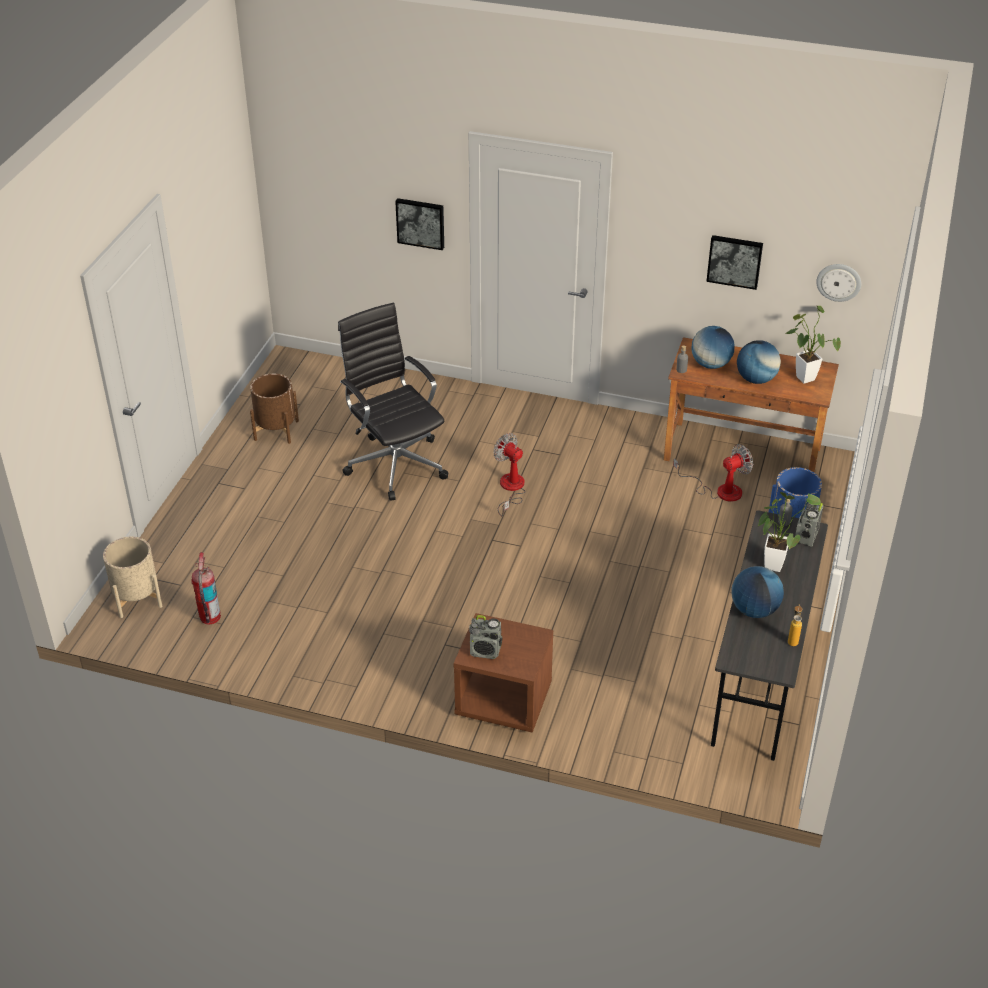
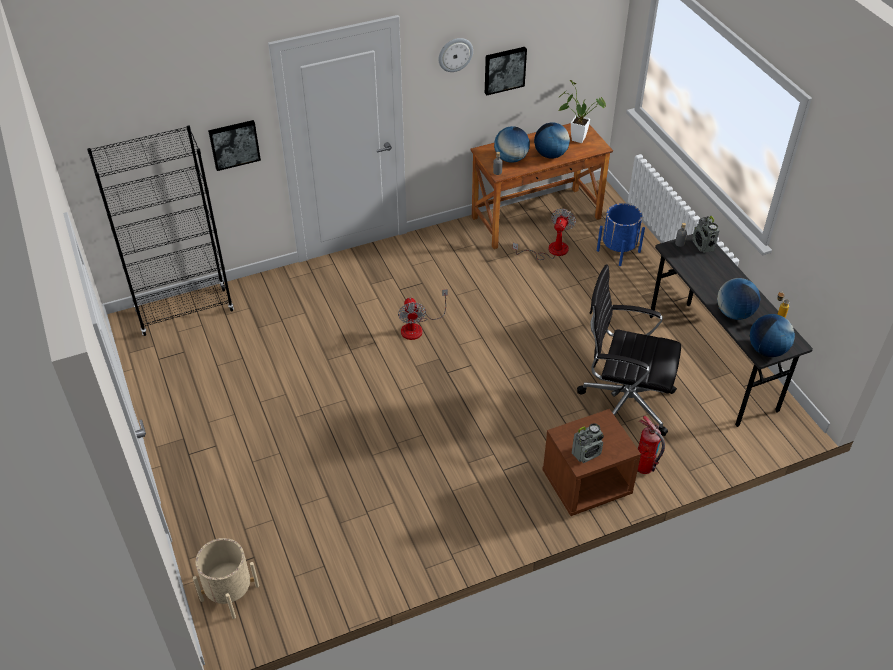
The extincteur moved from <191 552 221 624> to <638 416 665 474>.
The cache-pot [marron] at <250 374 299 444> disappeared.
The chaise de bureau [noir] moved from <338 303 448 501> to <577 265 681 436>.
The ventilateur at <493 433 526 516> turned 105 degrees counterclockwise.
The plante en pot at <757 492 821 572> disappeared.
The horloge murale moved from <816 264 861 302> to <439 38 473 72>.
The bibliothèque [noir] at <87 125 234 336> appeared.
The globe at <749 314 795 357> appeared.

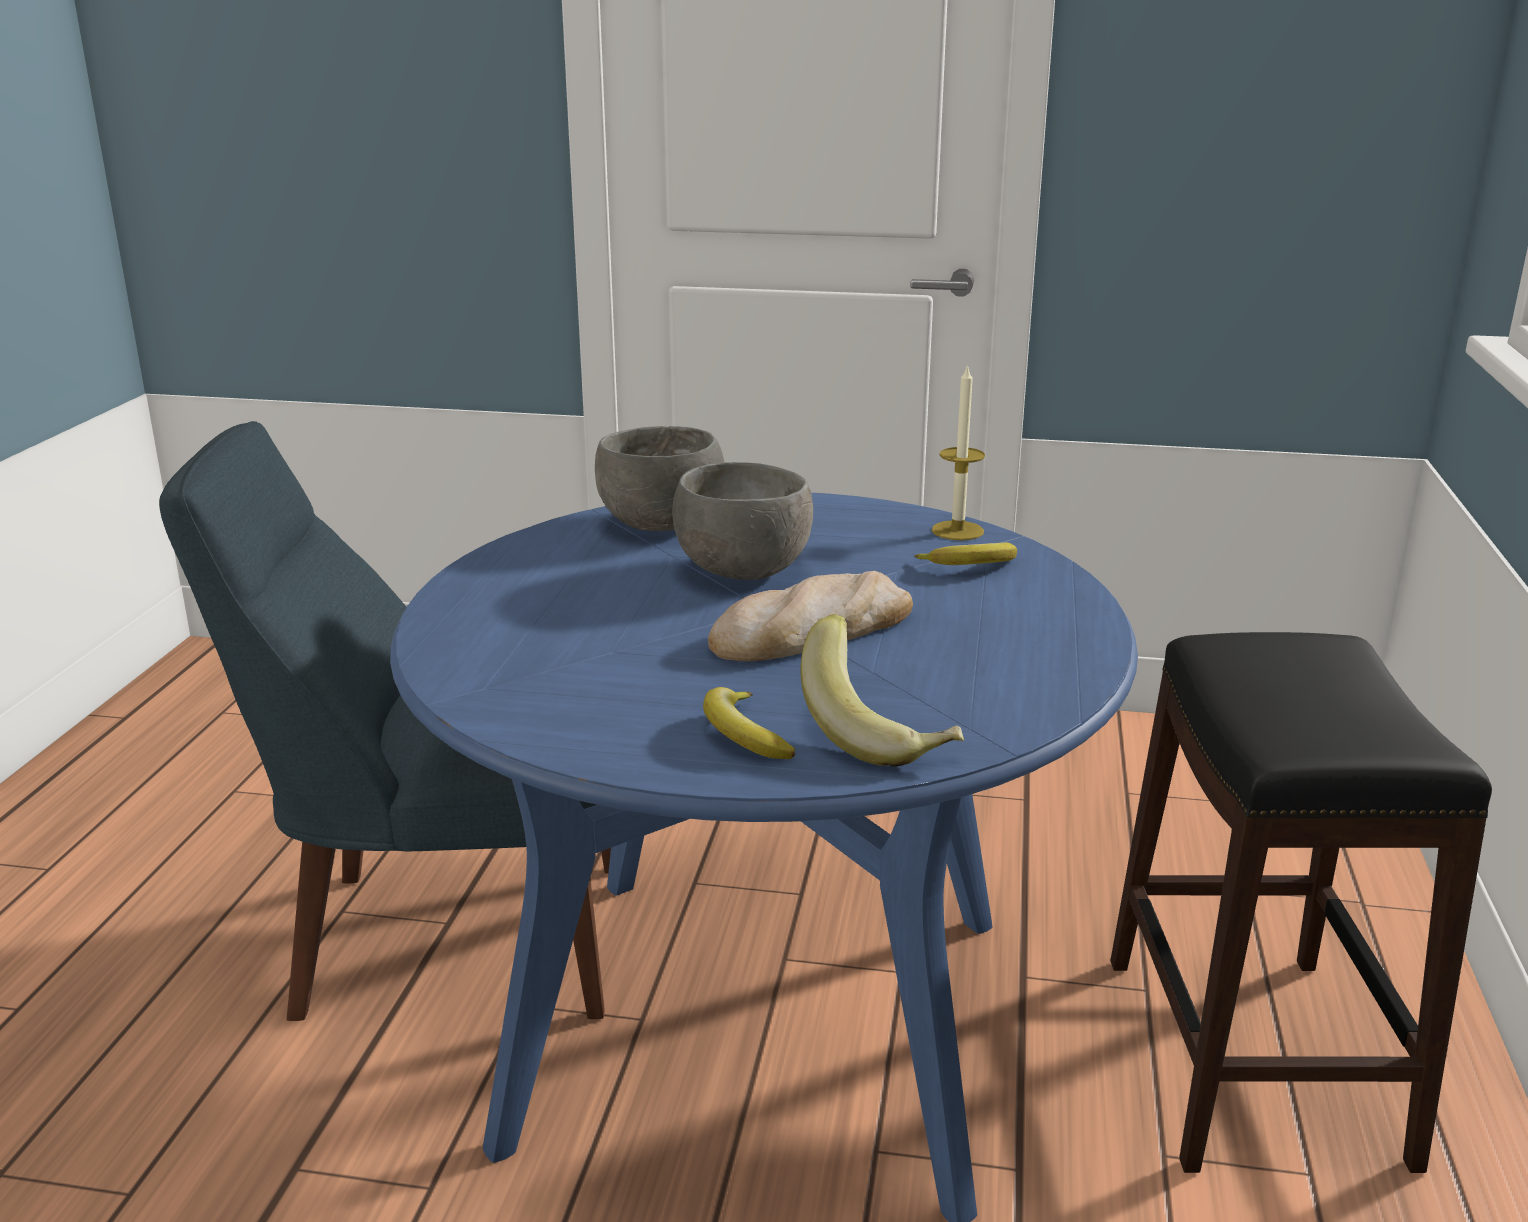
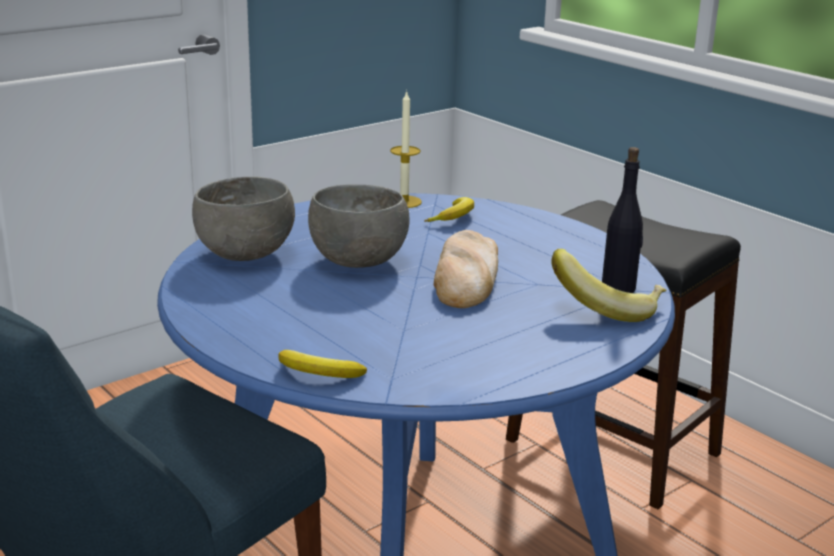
The banane moved from <703 687 795 759> to <278 350 367 378>.
The bouteille [noir] at <602 147 643 293> appeared.

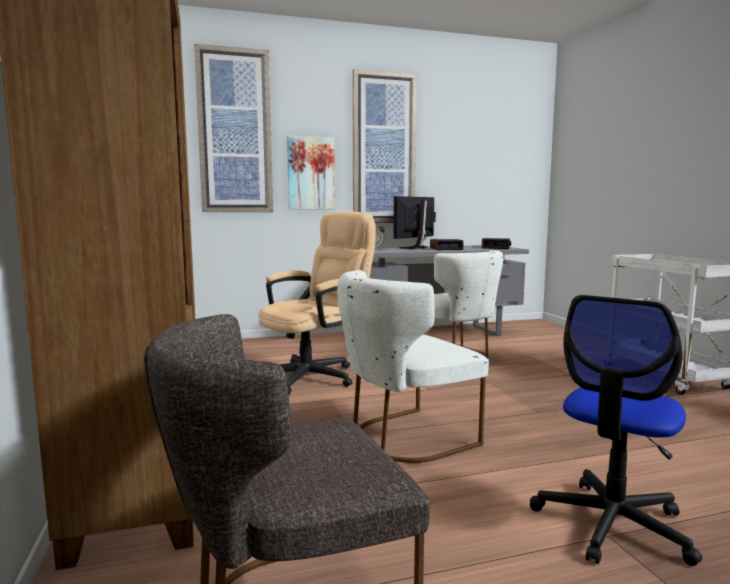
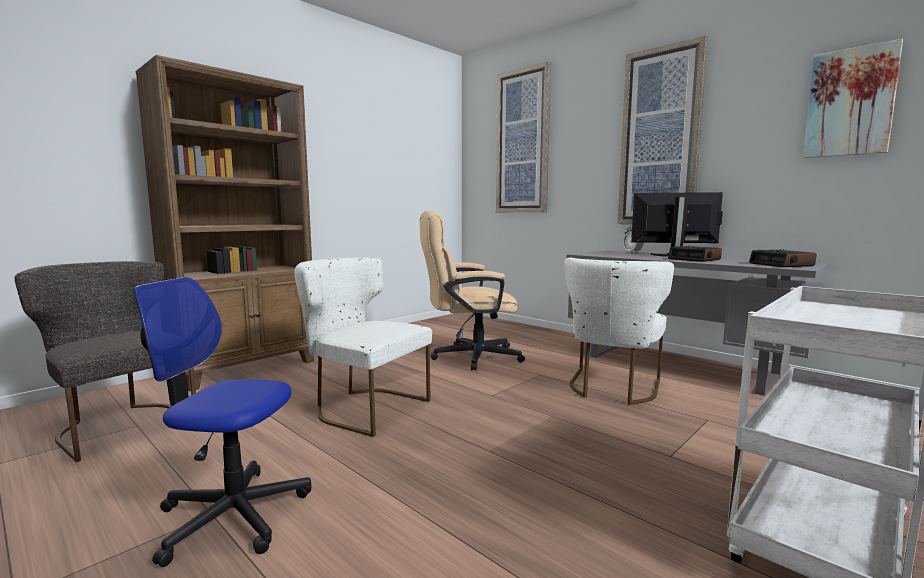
The chaise de bureau [beige] at <258 211 376 395> turned 150 degrees clockwise.
The tableau moved from <287 136 335 209> to <803 39 903 158>.

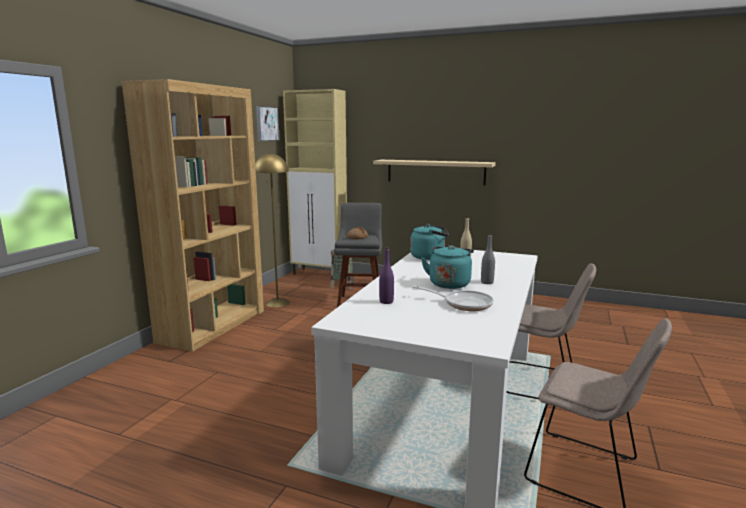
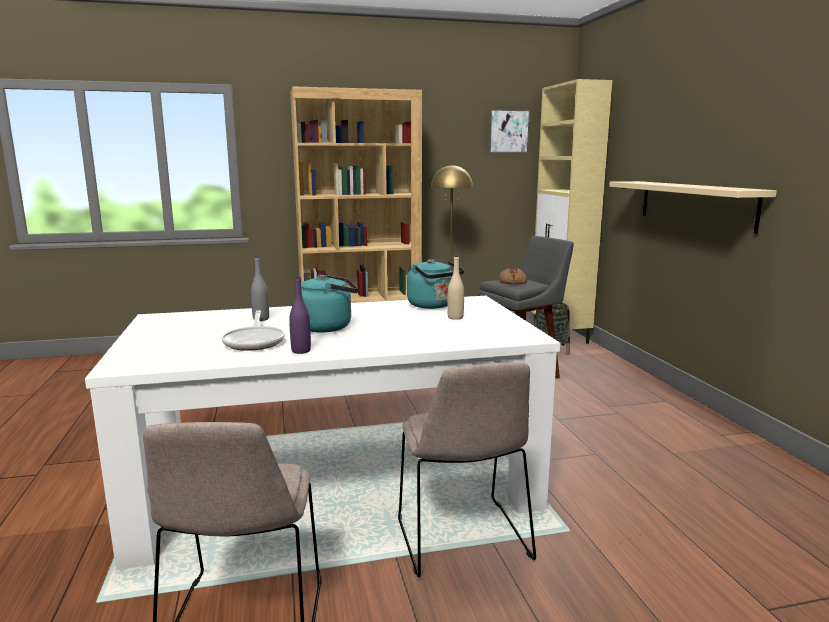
The bouteille [violet] moved from <379 247 394 304> to <289 276 311 354>.
The bouteille [gris] moved from <481 234 495 284> to <251 256 269 321>.

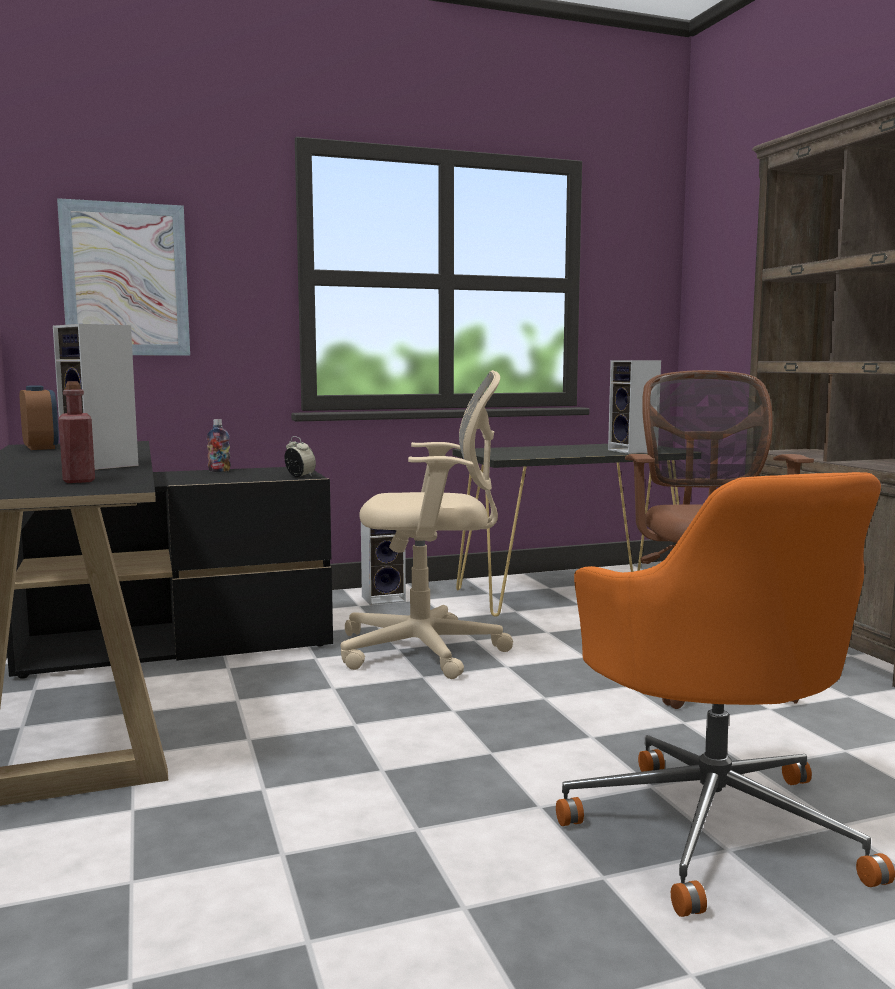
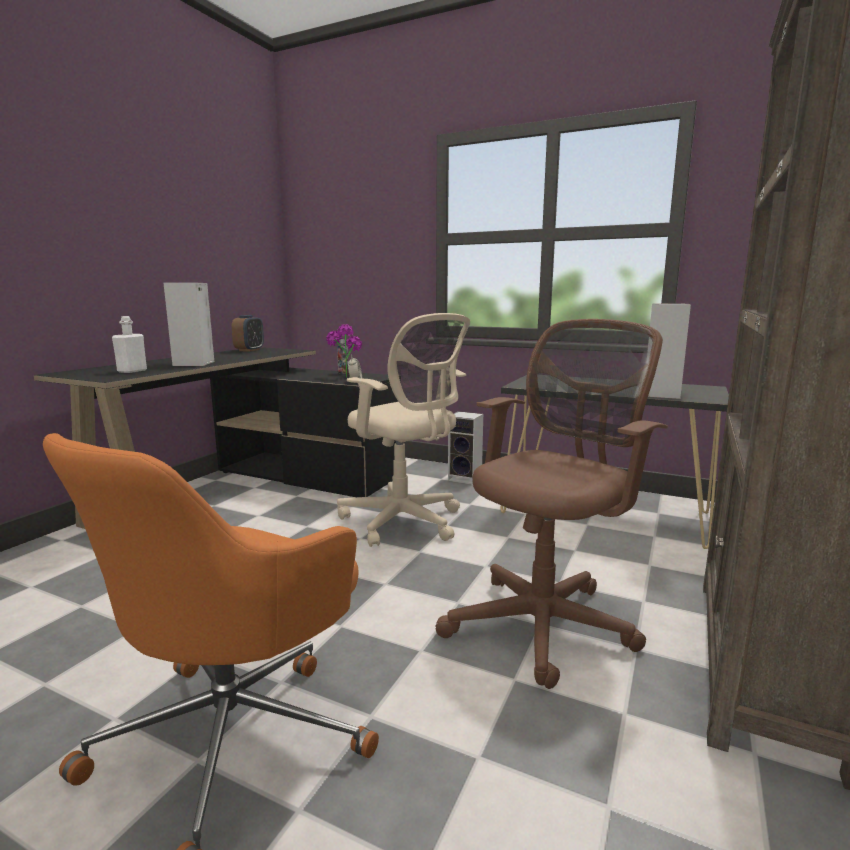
The tableau at <57 198 190 355> disappeared.
The bouteille [rouge] at <59 381 95 483> became the bouteille [blanc] at <112 316 147 373>.
The plante en pot at <326 324 362 378> appeared.

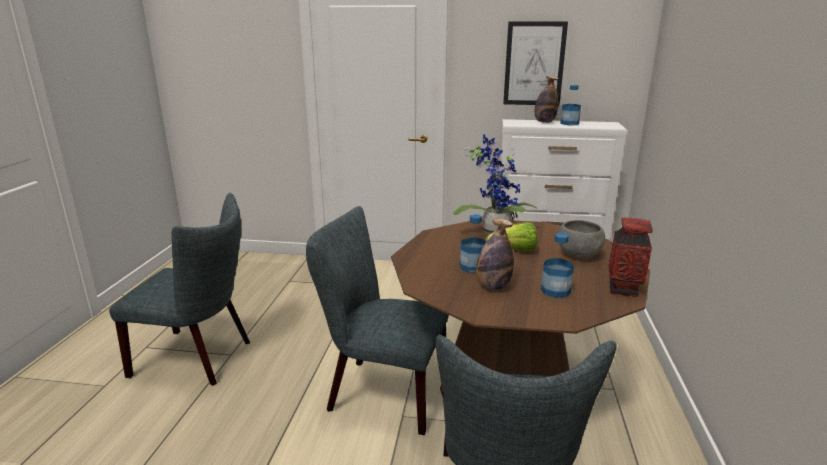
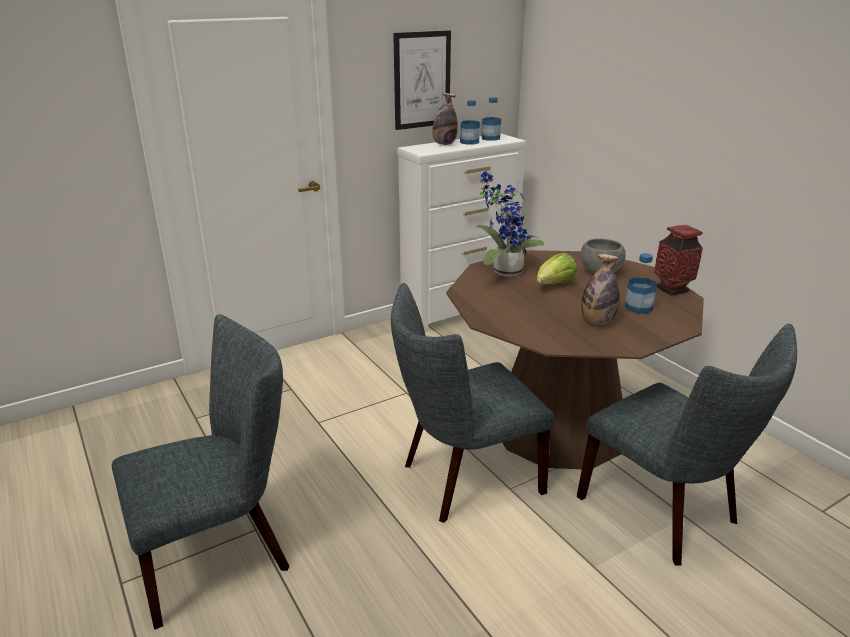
The bouteille moved from <460 214 486 273> to <482 97 501 141>.

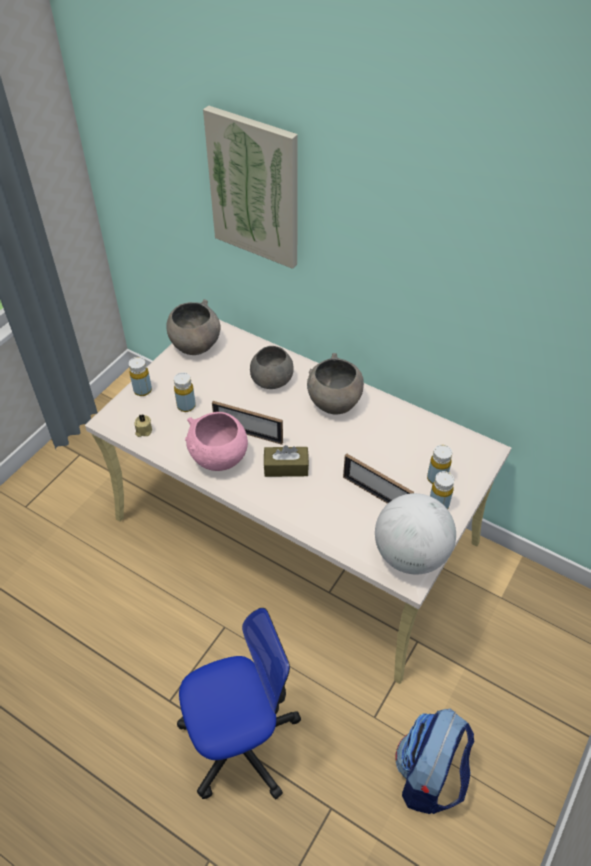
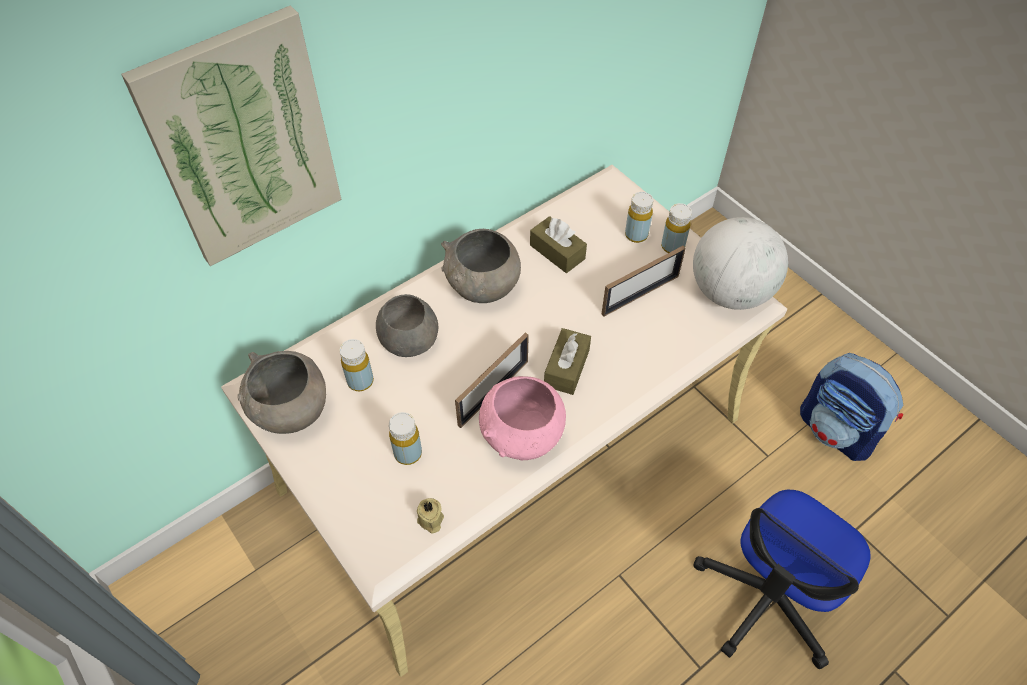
The bouteille [jaune] moved from <129 357 152 396> to <340 339 374 391>.
The chaise de bureau at <177 608 301 799> turned 135 degrees counterclockwise.
The boîte à mouchoirs [marron] at <530 216 587 273> appeared.

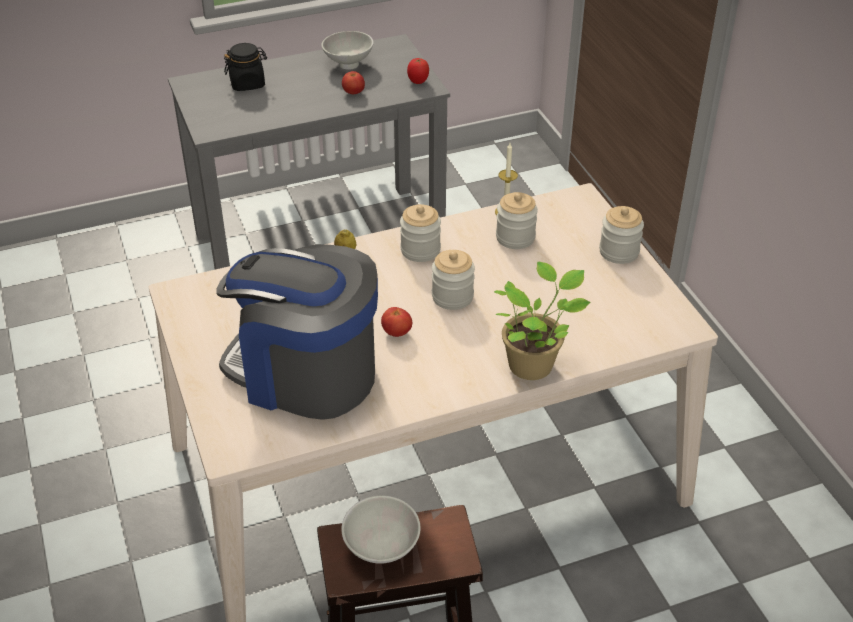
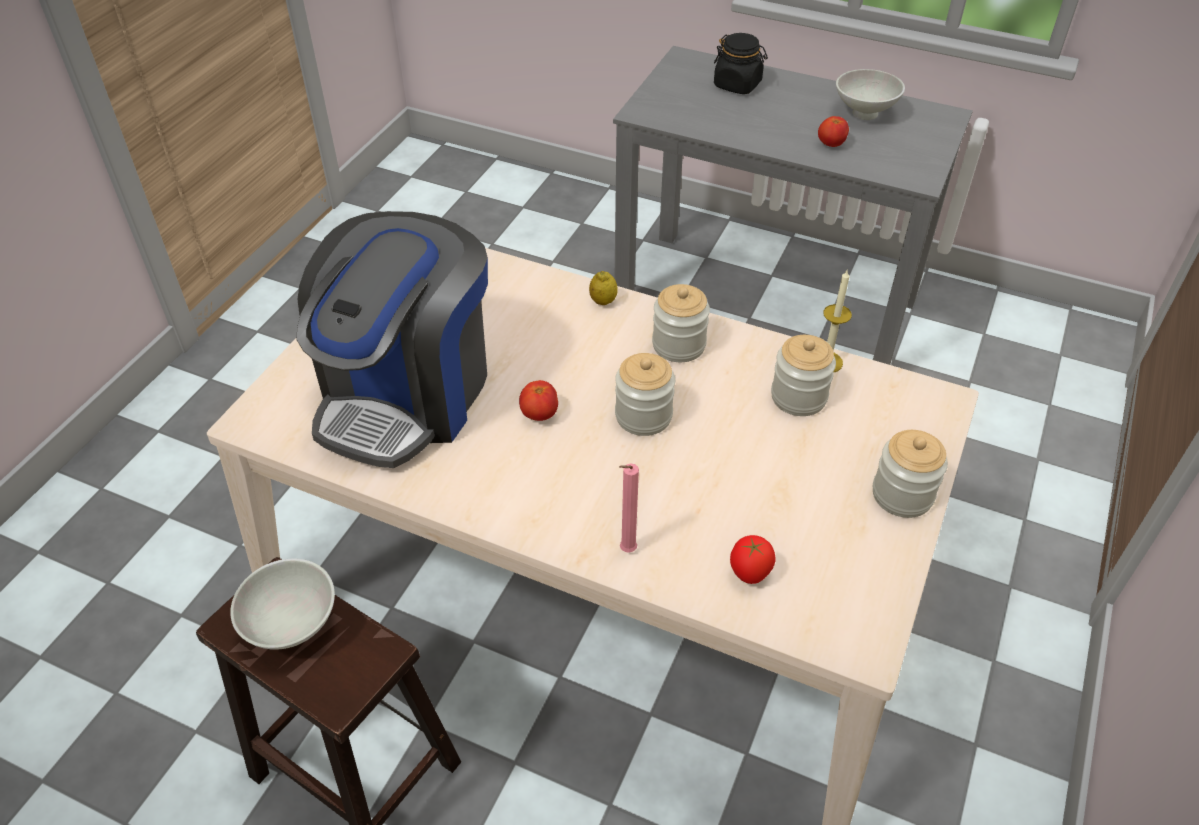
The machine à café at <216 244 378 420> turned 135 degrees counterclockwise.
The tomate moved from <407 58 429 84> to <730 535 775 584>.
The plante en pot at <494 262 591 380> was replaced by the bougie [rose] at <619 463 639 553>.

